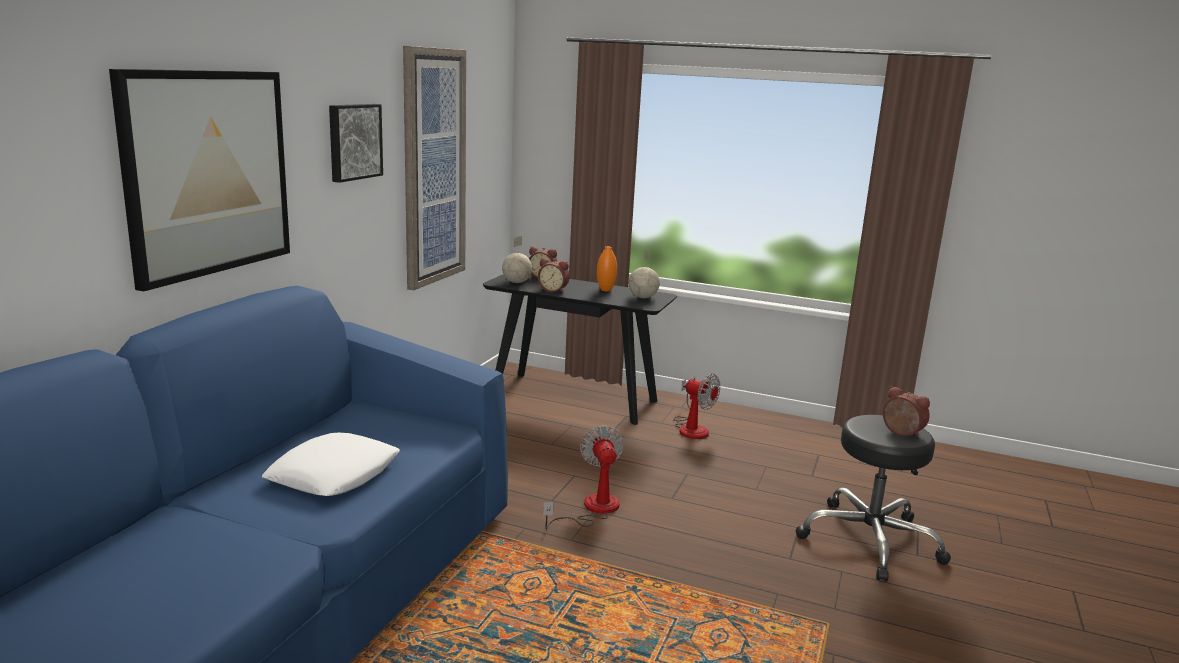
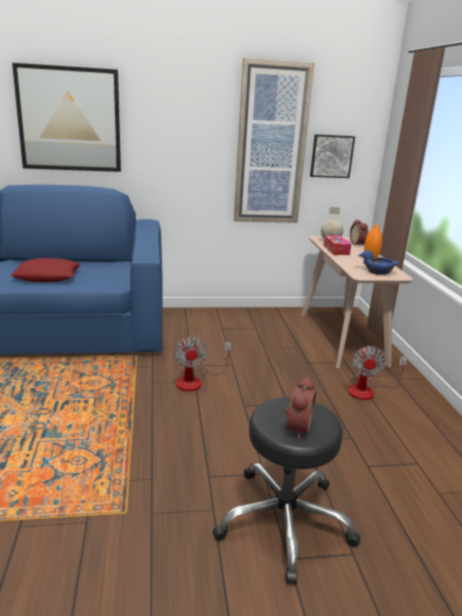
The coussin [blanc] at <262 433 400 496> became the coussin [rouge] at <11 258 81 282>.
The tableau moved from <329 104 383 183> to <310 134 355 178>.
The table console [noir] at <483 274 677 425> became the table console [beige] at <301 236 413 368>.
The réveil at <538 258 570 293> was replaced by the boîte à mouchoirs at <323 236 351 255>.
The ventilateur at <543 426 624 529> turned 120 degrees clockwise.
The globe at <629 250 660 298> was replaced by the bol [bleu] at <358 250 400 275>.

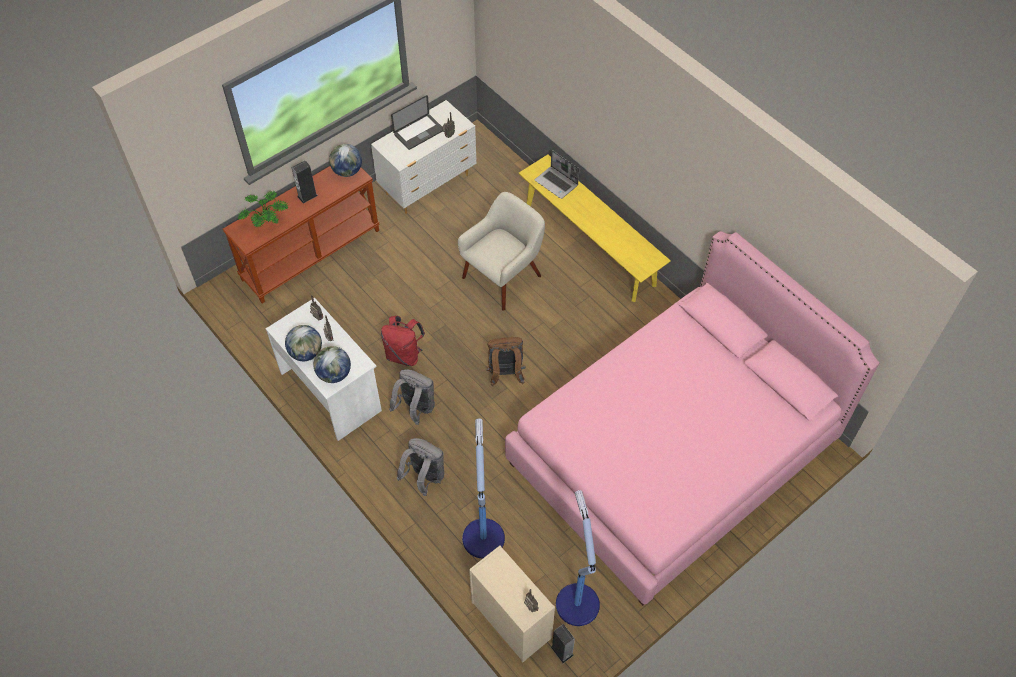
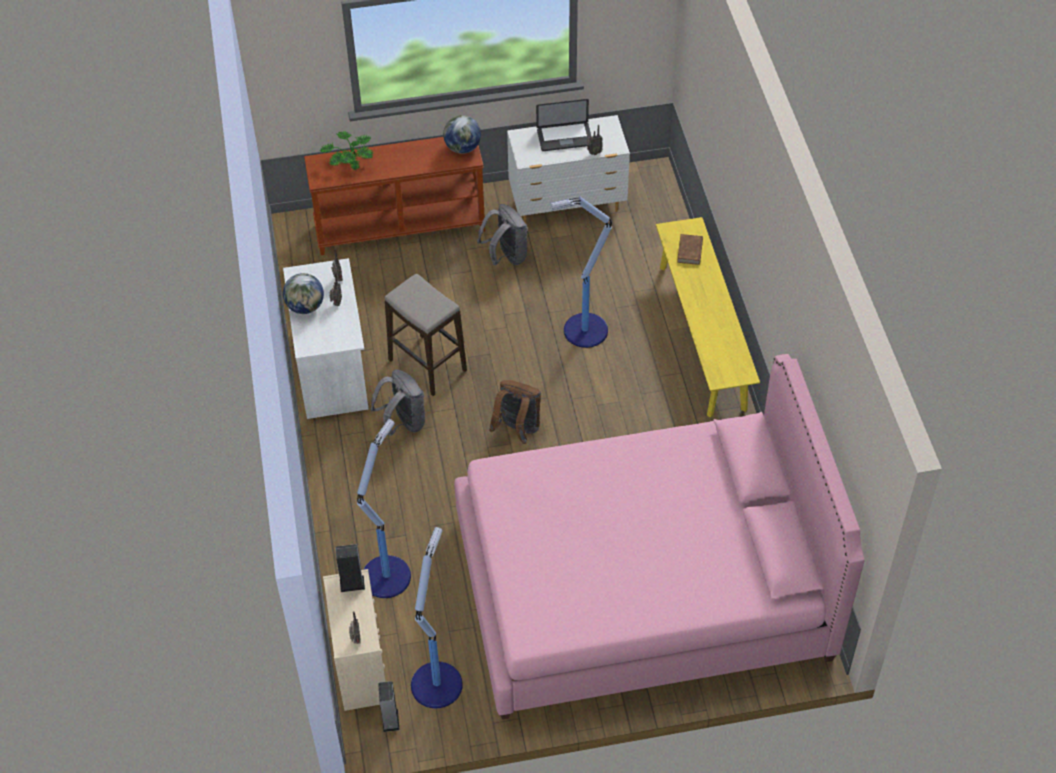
The enceinte moved from <291 160 318 204> to <335 544 365 592>.
The globe at <313 346 351 383> disappeared.
The sac à dos [rouge] at <381 316 425 366> was replaced by the tabouret at <385 274 467 396>.
The sac à dos [gris] moved from <397 438 444 496> to <477 204 528 265>.
The fauteuil [beige] at <458 192 545 311> was replaced by the lampadaire at <550 196 612 348>.
The ordinateur portable at <535 150 579 199> was replaced by the livre [marron] at <677 234 703 265>.

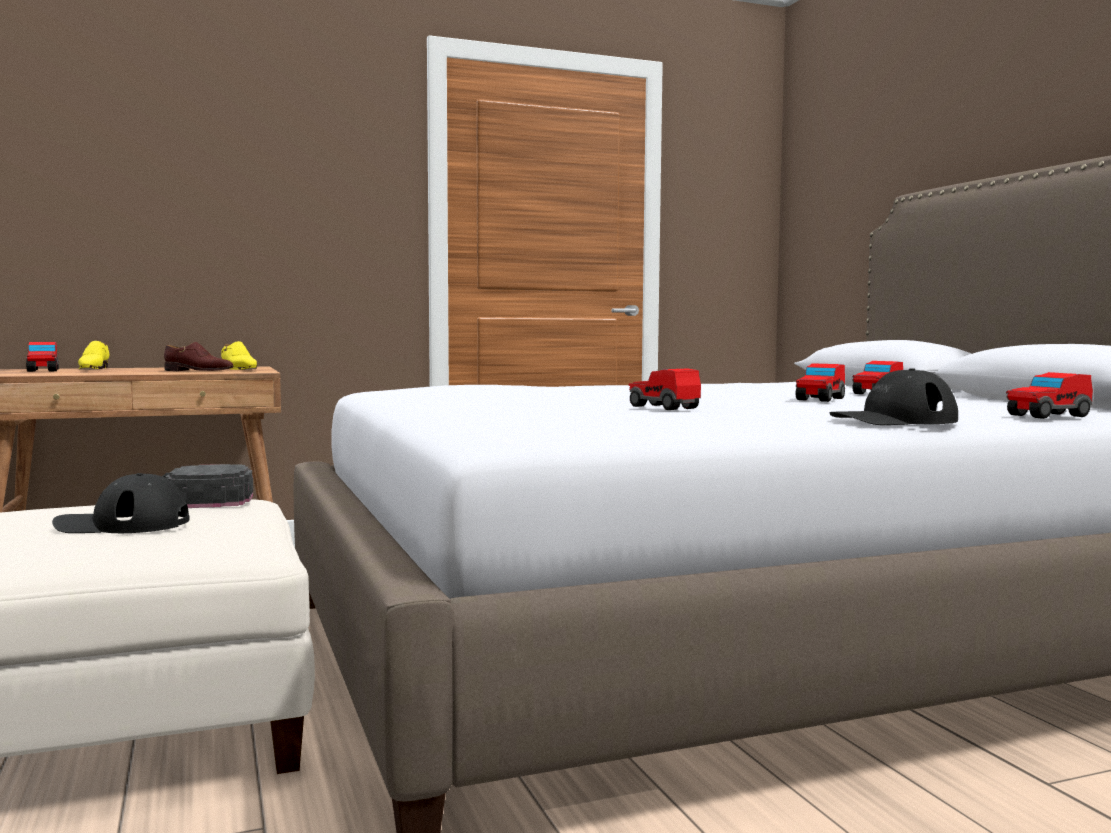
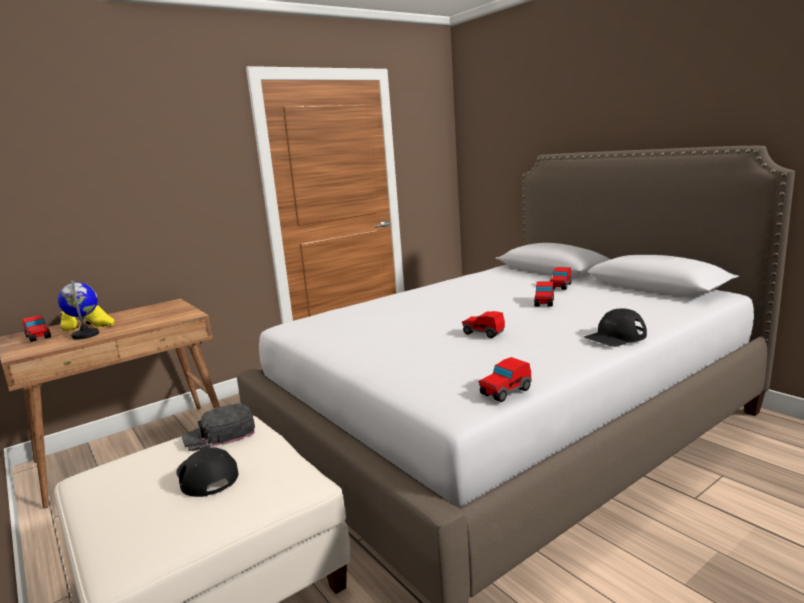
The casquette [noir] at <52 473 190 533> turned 75 degrees clockwise.
The chaussure [marron] at <164 342 234 371> disappeared.
The chaussure [jaune] moved from <221 341 257 370> to <84 306 115 327>.
The petite voiture moved from <1006 372 1093 419> to <478 357 531 402>.
The globe at <58 280 99 340> appeared.

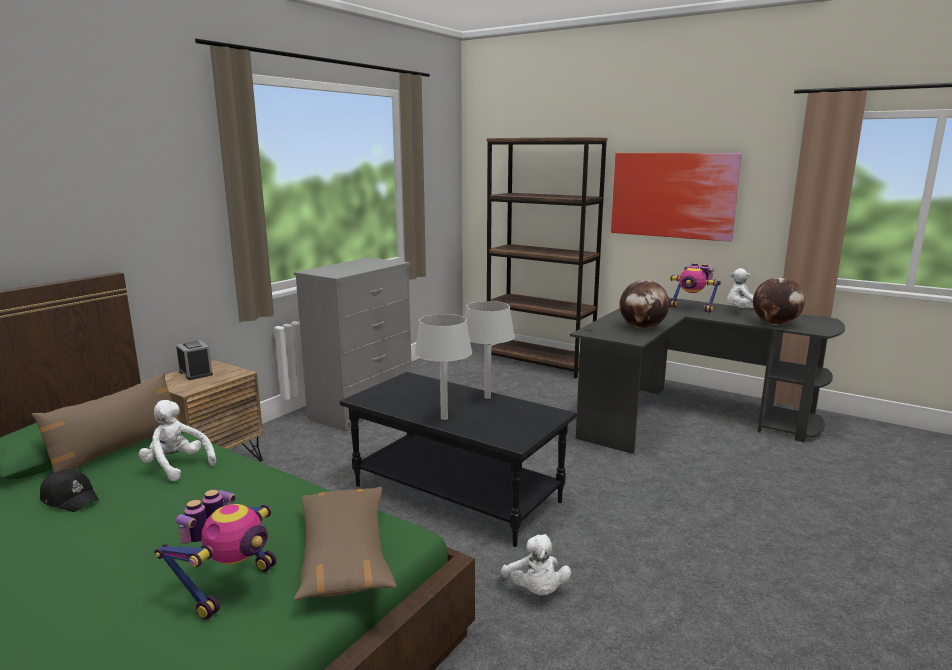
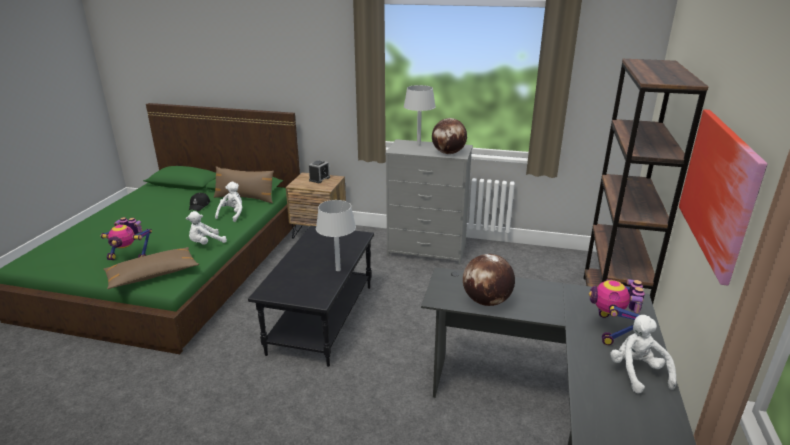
The lampe de table [gris] moved from <414 314 472 420> to <404 85 436 145>.
The peluche [blanc] moved from <501 534 571 595> to <186 211 227 245>.
The globe moved from <753 277 805 325> to <432 118 467 154>.

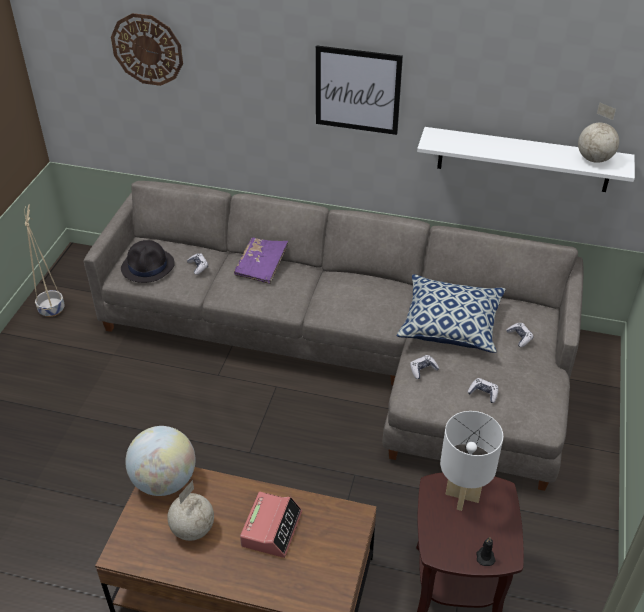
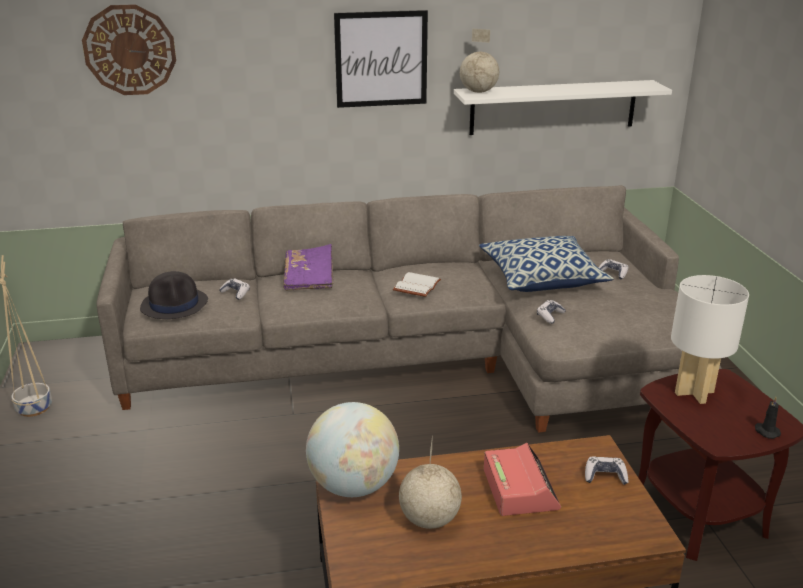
The manette moved from <468 378 498 403> to <585 457 628 485>.
The globe moved from <578 102 619 163> to <460 29 499 93>.
The livre [blanc] at <393 272 441 297> appeared.

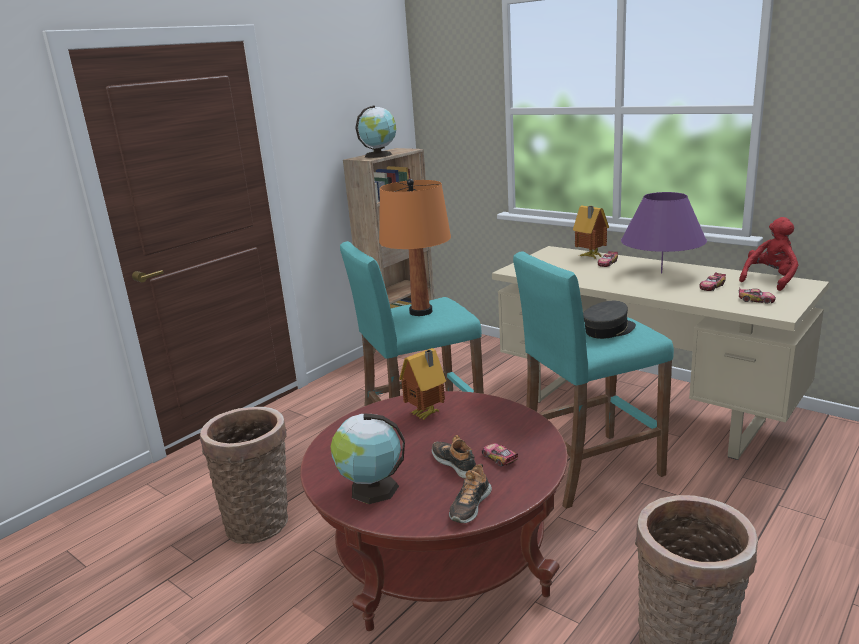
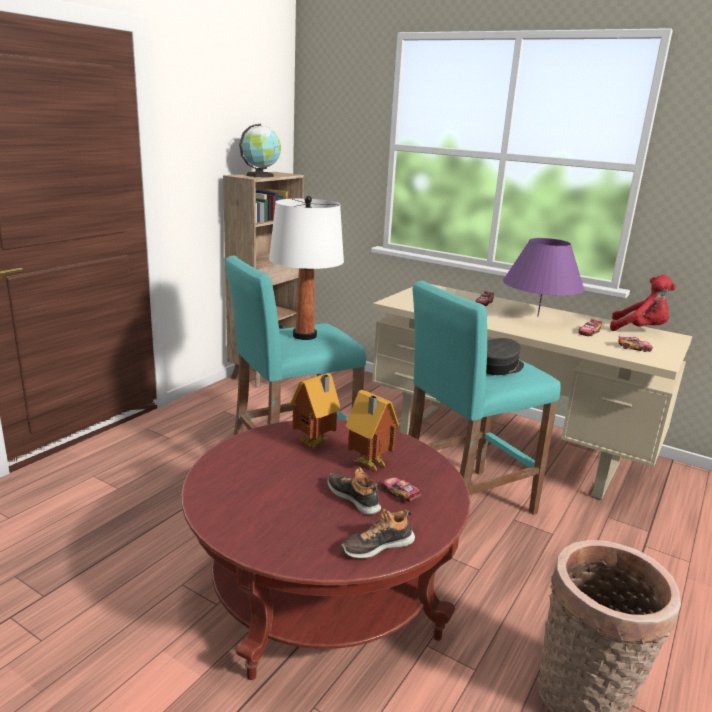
The panier at <200 407 288 544> disappeared.
The globe at <331 414 405 504> disappeared.
The lampe de table [orange] at <379 179 451 316> became the lampe de table [blanc] at <269 196 344 340>.
The chaussure at <449 464 492 523> turned 45 degrees clockwise.
The maison miniature moved from <573 205 609 260> to <346 390 399 471>.
The peluche [rouge] at <739 217 799 291> turned 75 degrees clockwise.

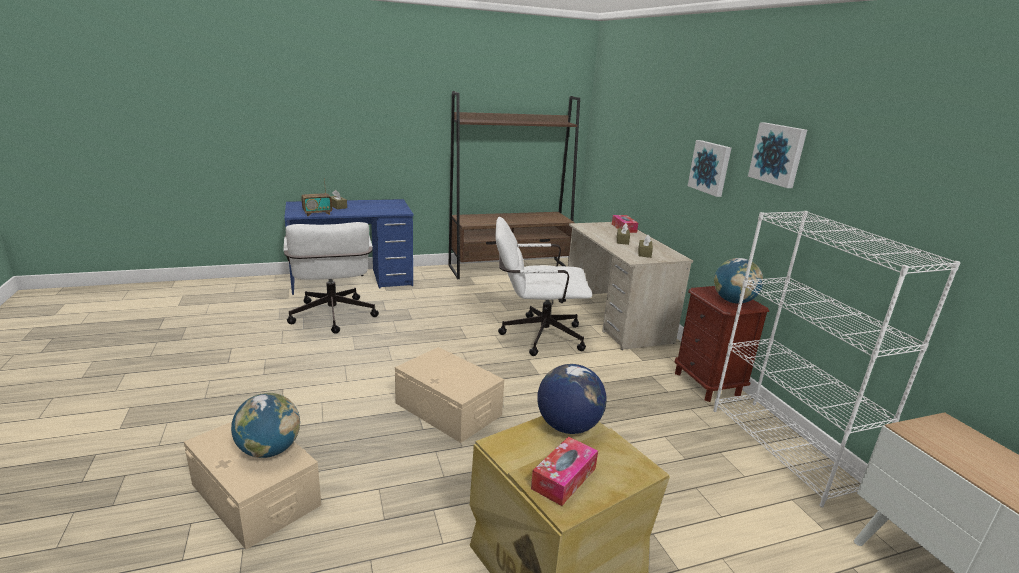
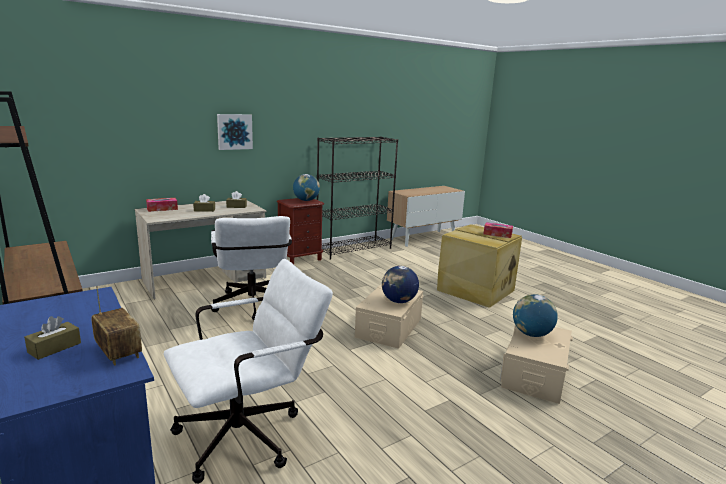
The globe moved from <537 364 607 434> to <382 266 419 303>.
The bibliothèque [blanc] at <713 211 961 508> became the bibliothèque [noir] at <317 136 398 260>.
The tableau at <748 122 807 188> disappeared.

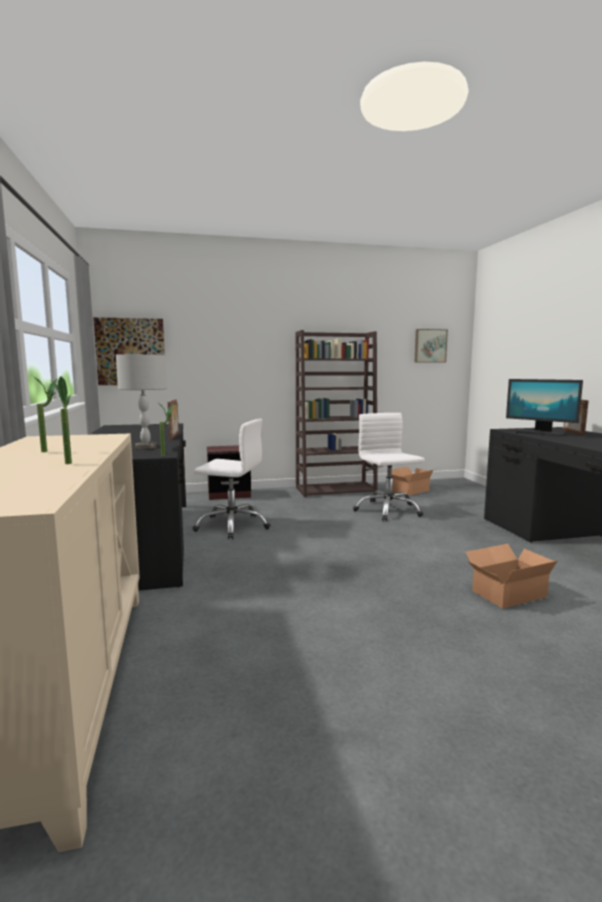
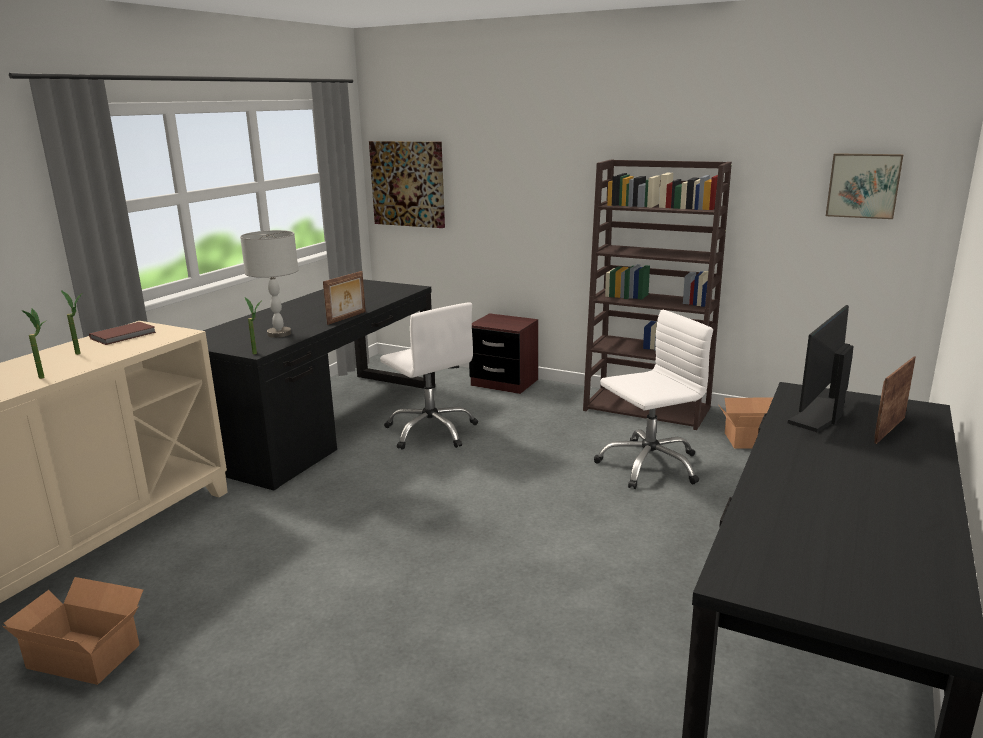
The chaise de bureau [blanc] at <353 413 425 521> turned 45 degrees clockwise.
The carton moved from <465 544 557 609> to <2 577 143 685>.
The écran d'ordinateur at <506 379 583 437> turned 45 degrees clockwise.
The livre [marron] at <89 322 156 345> appeared.

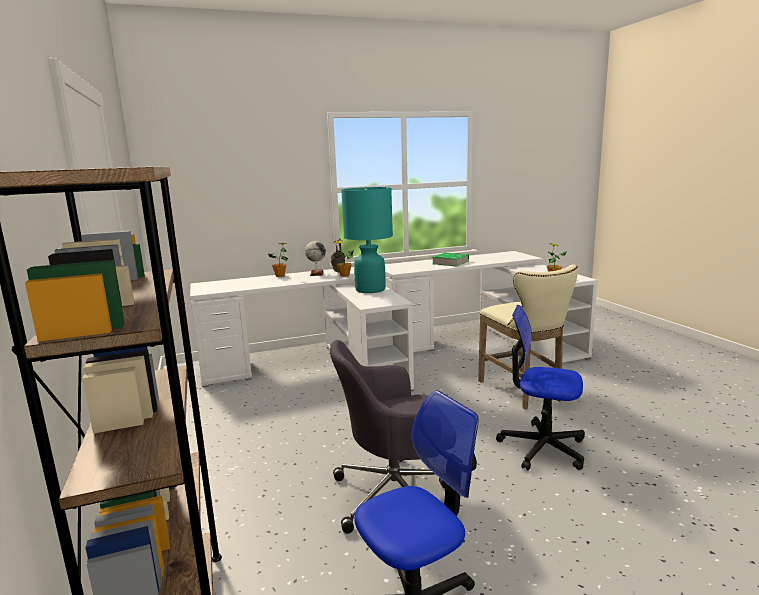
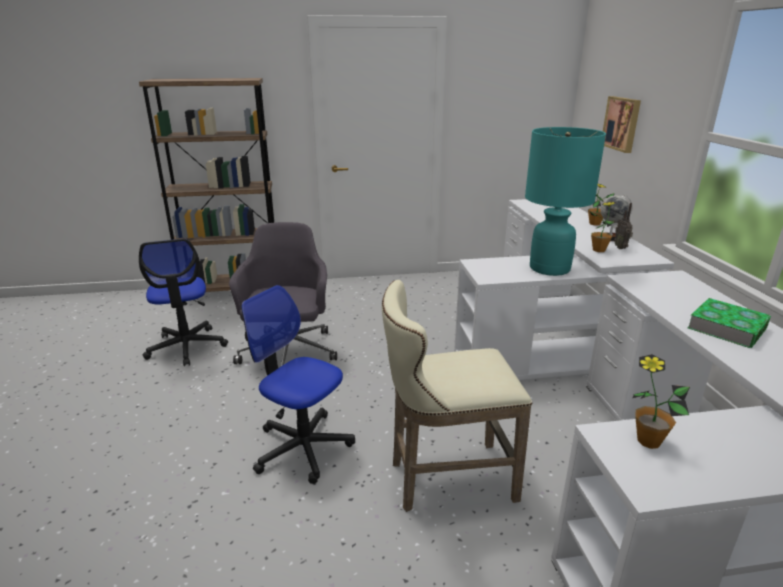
The chaise de bureau at <496 305 585 470> turned 90 degrees counterclockwise.
The tableau at <603 96 641 153> appeared.

